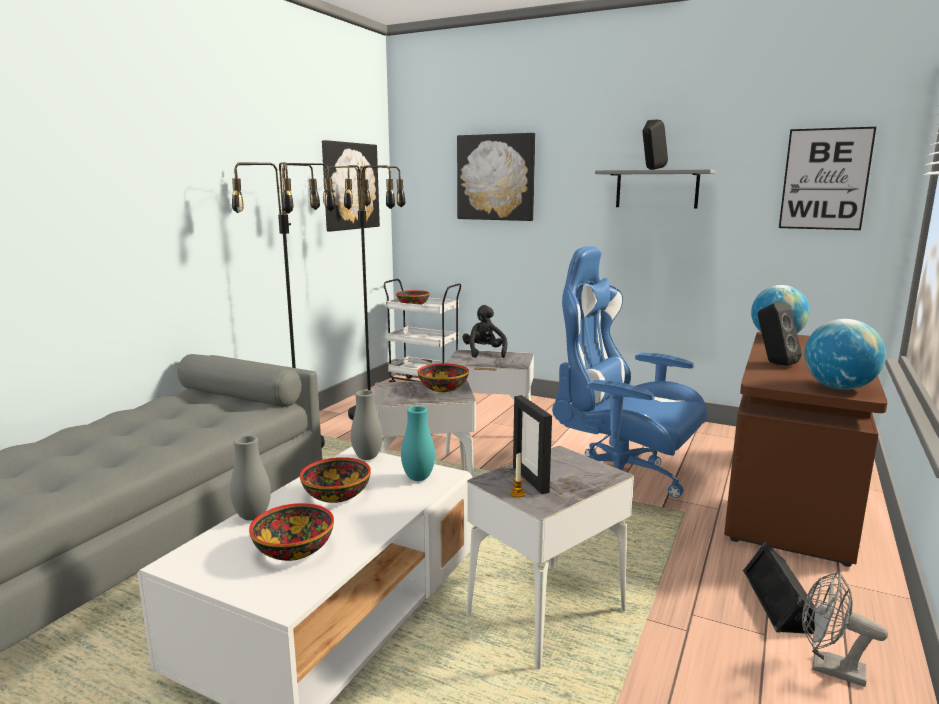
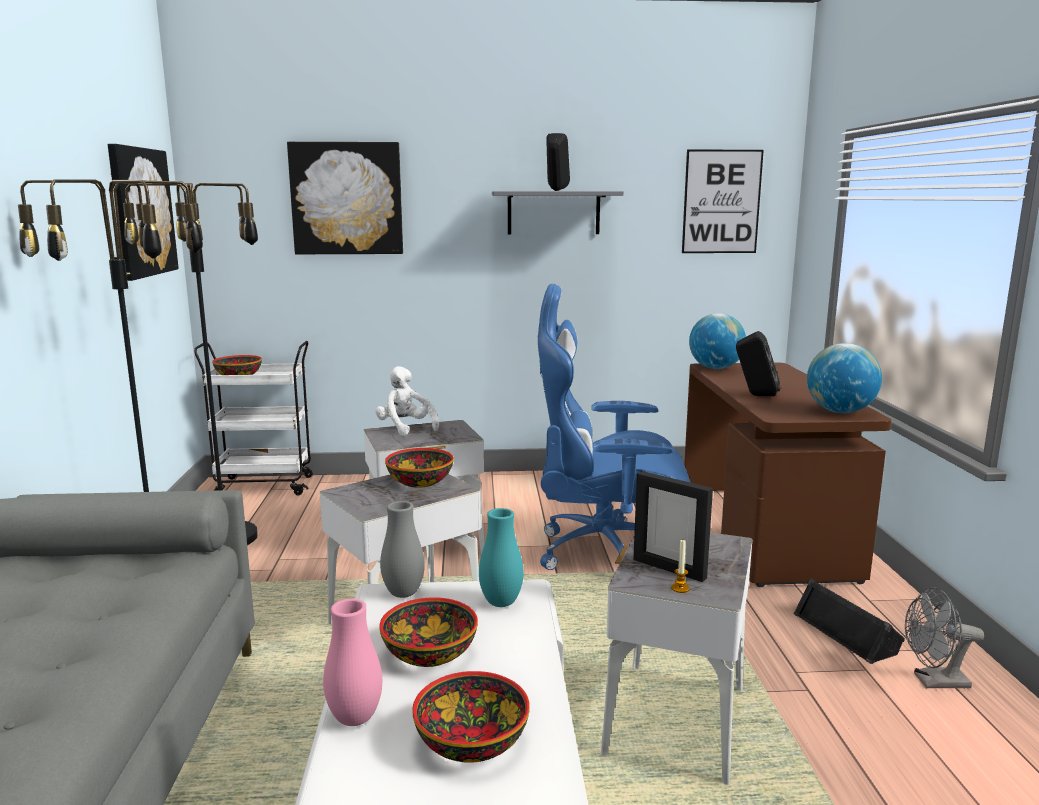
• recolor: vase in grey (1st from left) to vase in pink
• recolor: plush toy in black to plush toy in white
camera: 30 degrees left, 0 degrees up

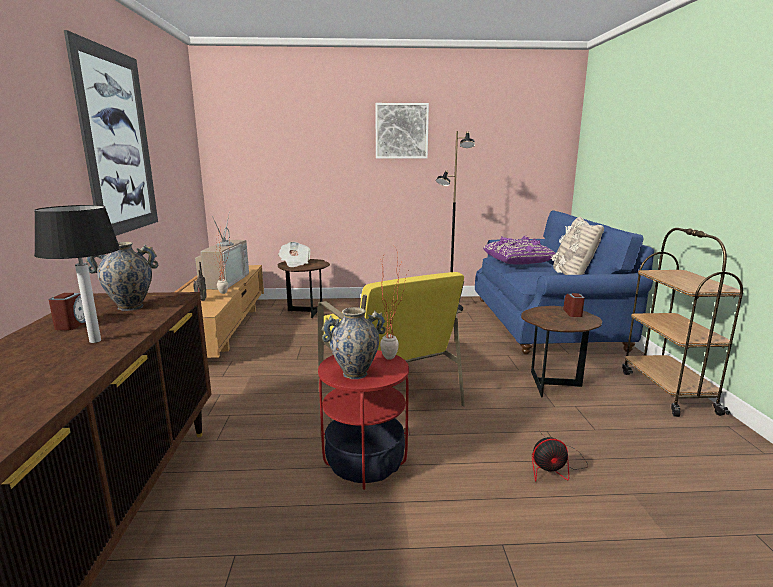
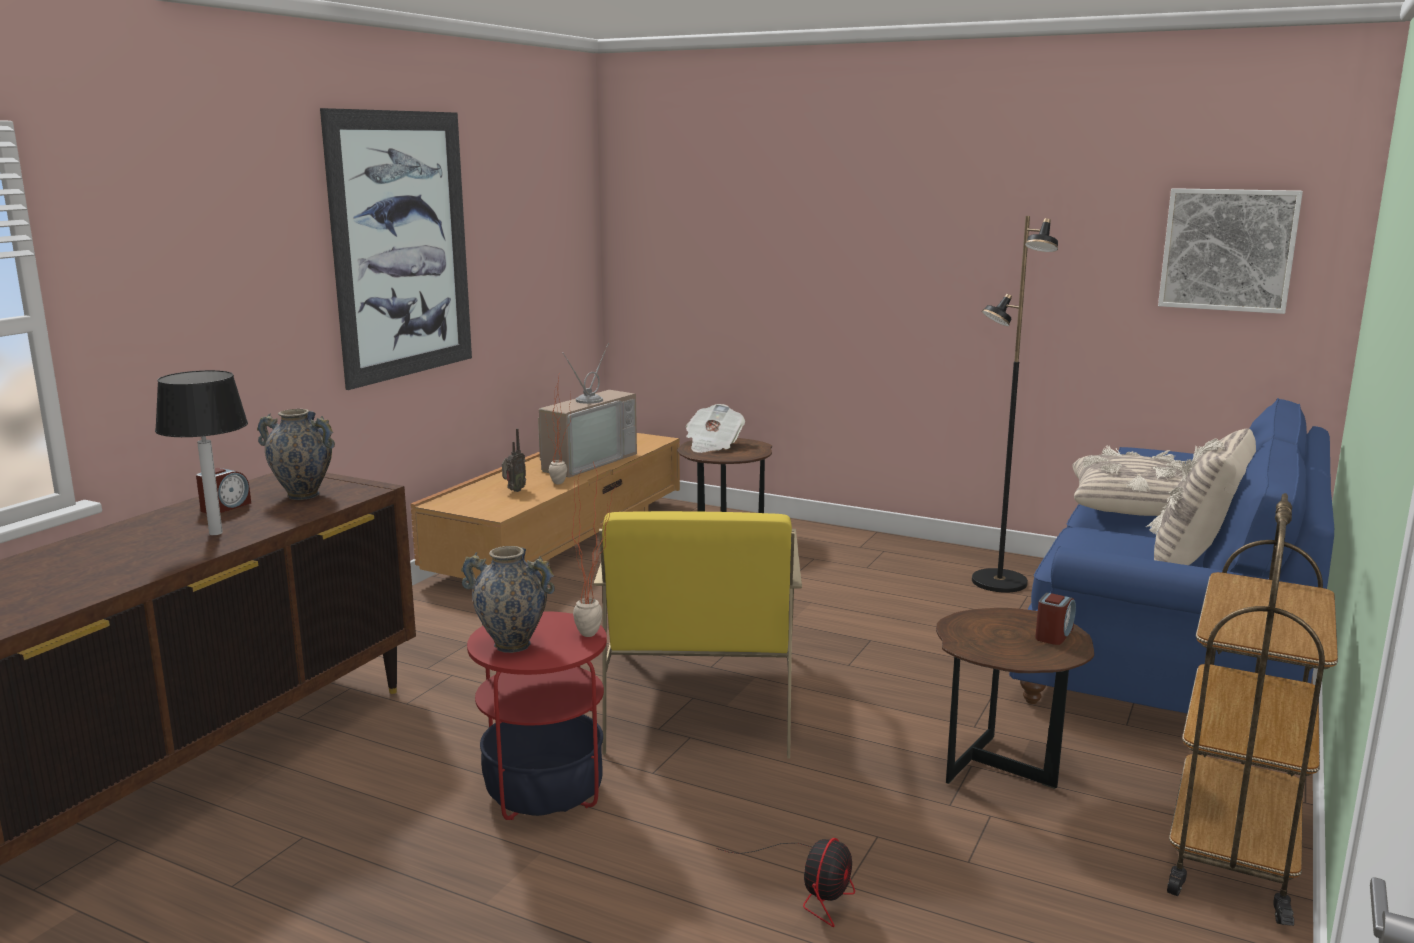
• rotate: fan 90 degrees counterclockwise
• recolor: pillow in purple to pillow in beige (1st from left)
• move: picture (2nd from left)
camera: 30 degrees right, 0 degrees up

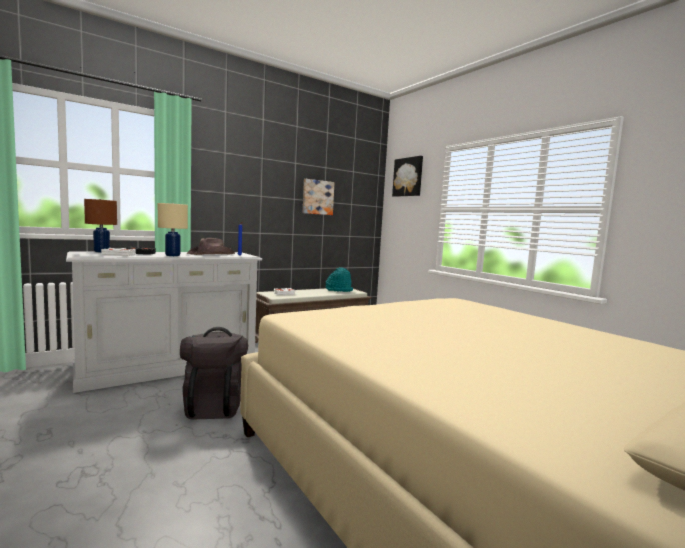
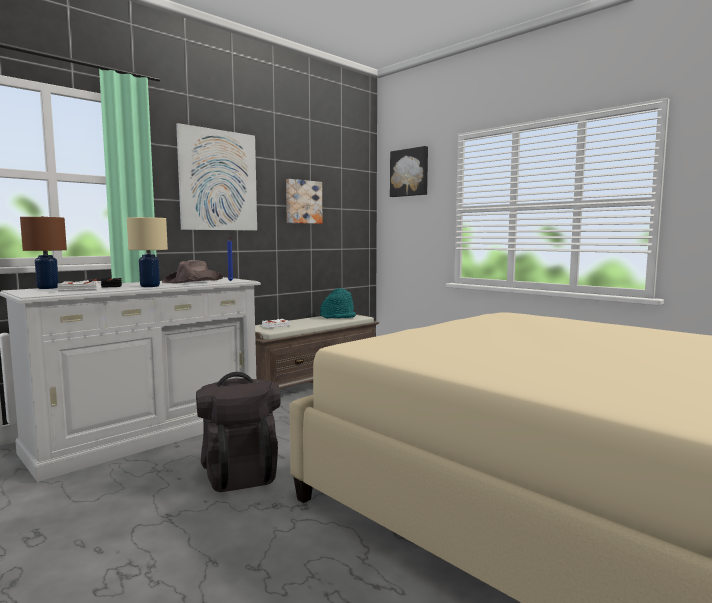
• insert: picture (1st from left)
camera: 10 degrees left, 0 degrees up

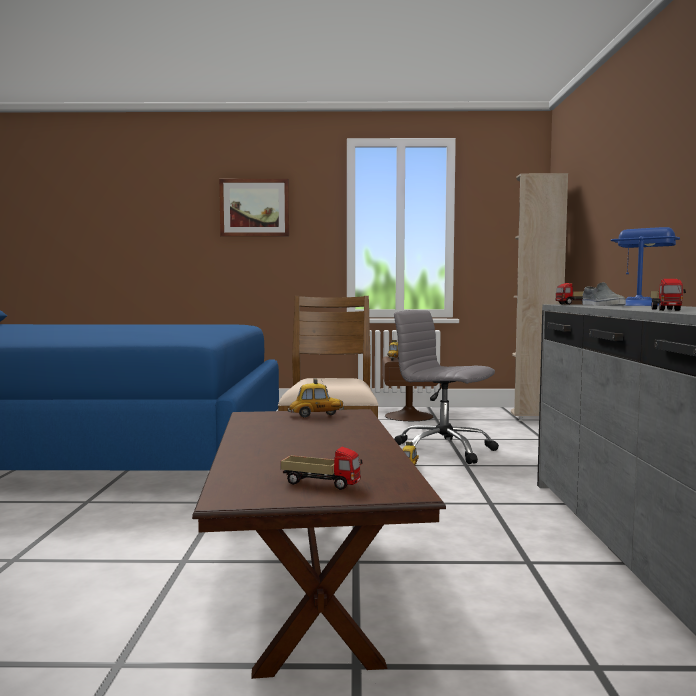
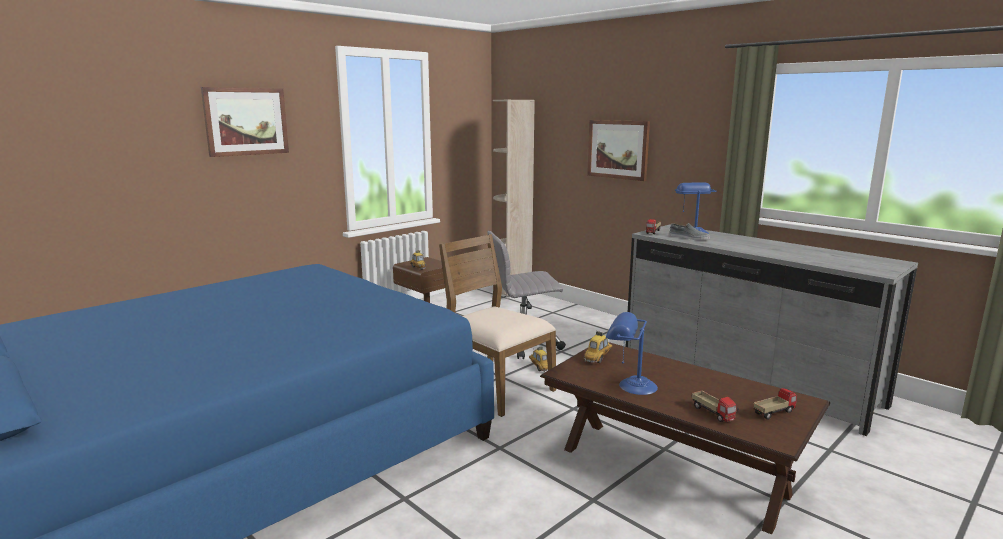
• insert: picture (2nd from left)
• insert: table lamp in blue (1st from left)
• move: toy truck (3rd from left in the first image) to toy truck (2nd from left)
camera: 45 degrees left, 10 degrees up

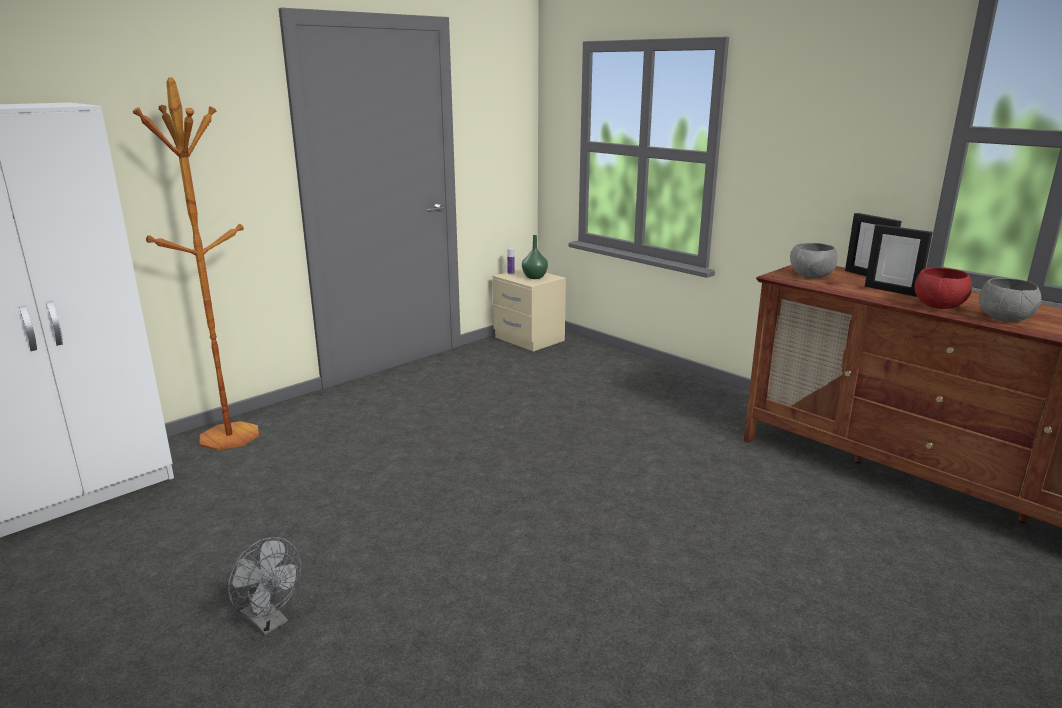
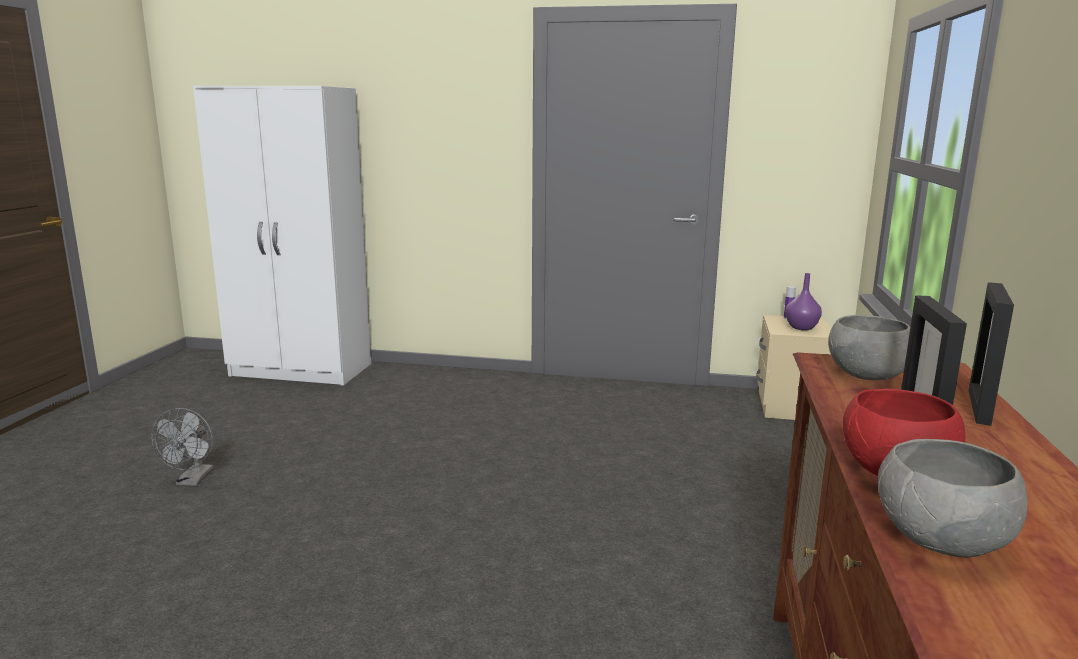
• recolor: vase in green to vase in purple
• delete: clothes rack in orange
camera: 55 degrees right, 5 degrees down

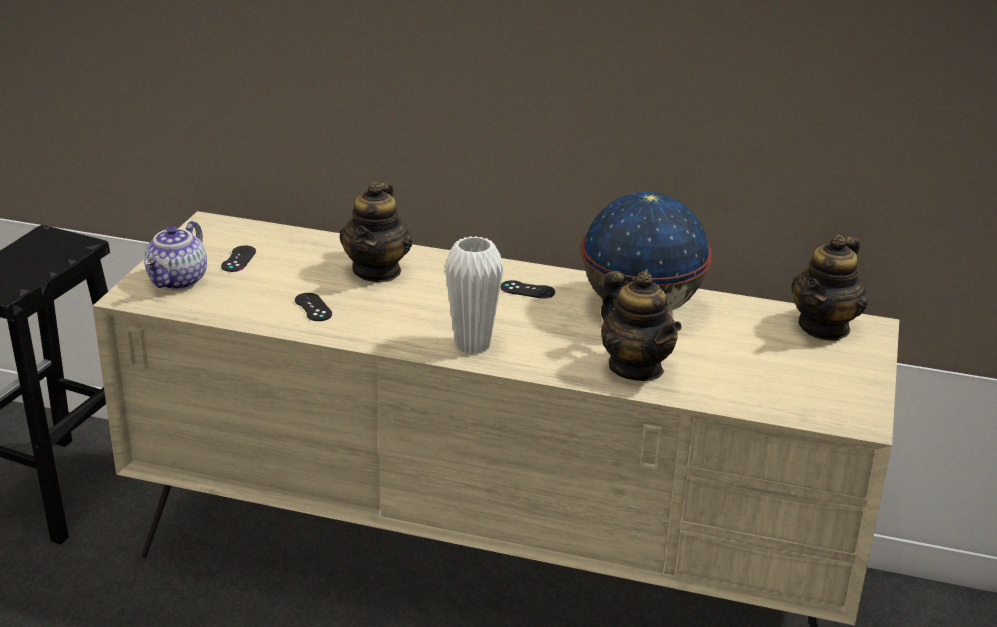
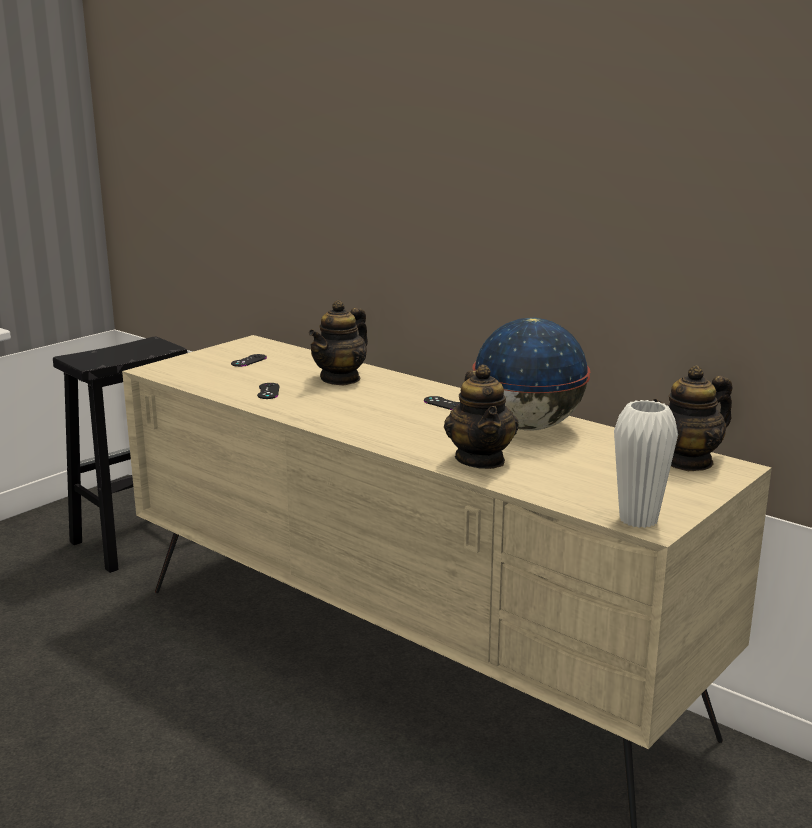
• move: vase in white
• delete: teapot (1st from left)
camera: 25 degrees right, 10 degrees down

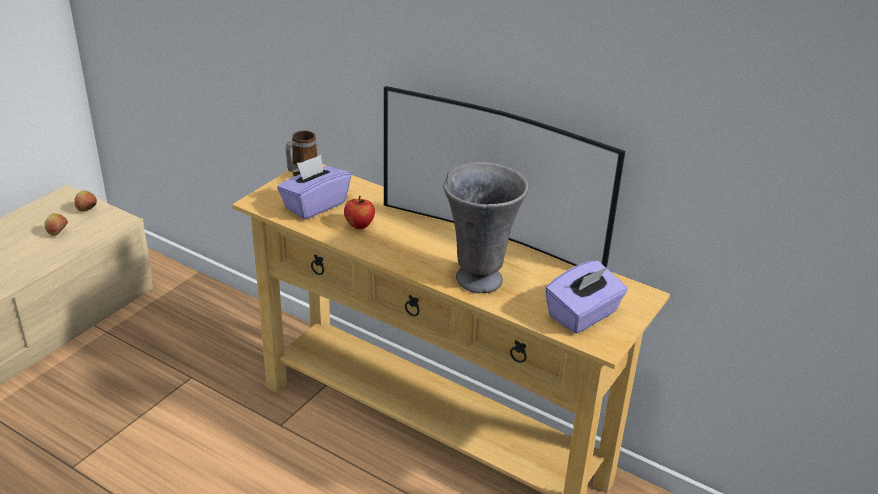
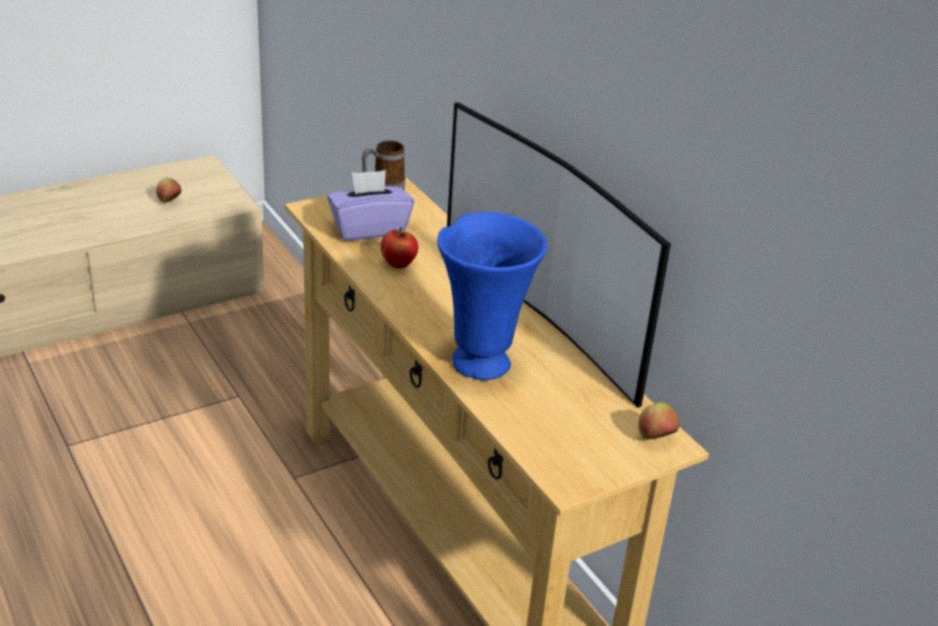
• recolor: vase in grey to vase in blue
• move: apple (2nd from left in the first image) to apple (3rd from left)
• delete: tissue box in purple (2nd from left)
camera: 25 degrees right, 0 degrees up

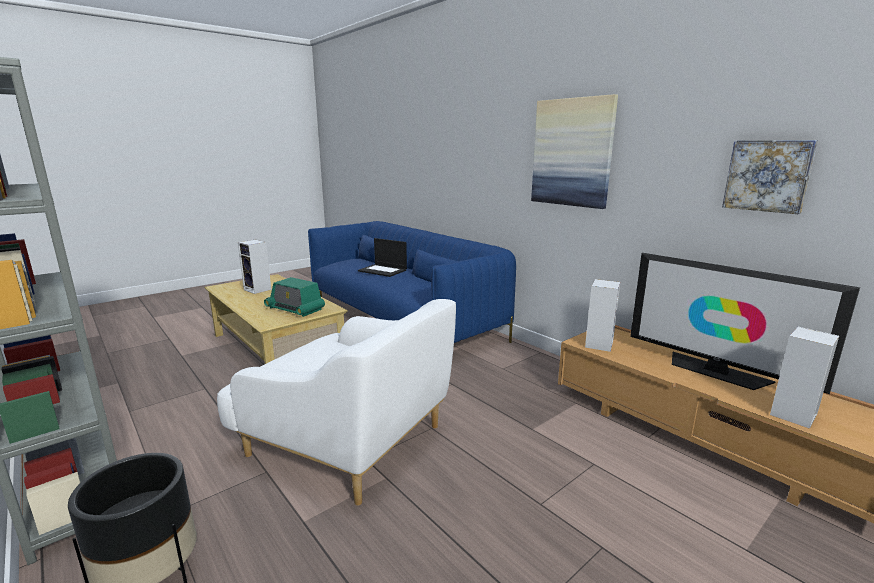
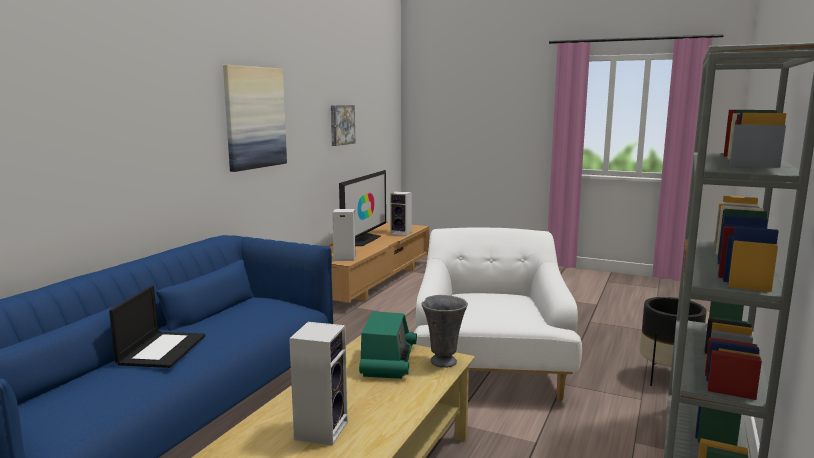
• insert: vase in grey
camera: 115 degrees left, 5 degrees down

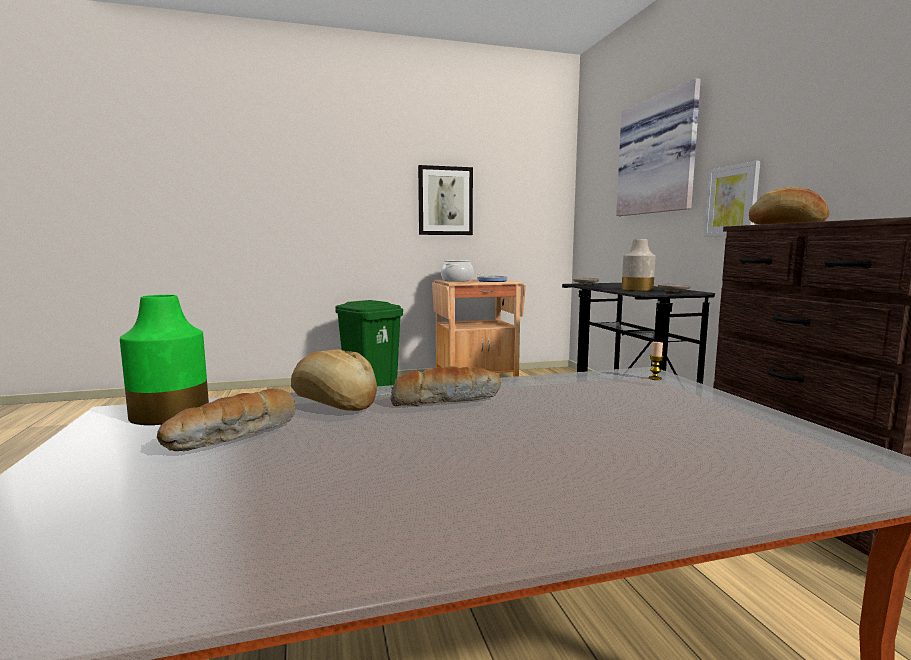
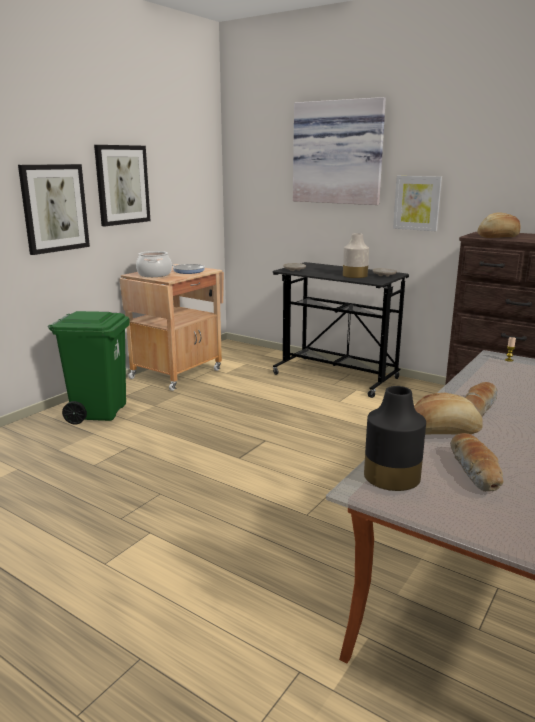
• insert: picture (1st from left)
• recolor: vase in green to vase in black
camera: 40 degrees left, 10 degrees up

